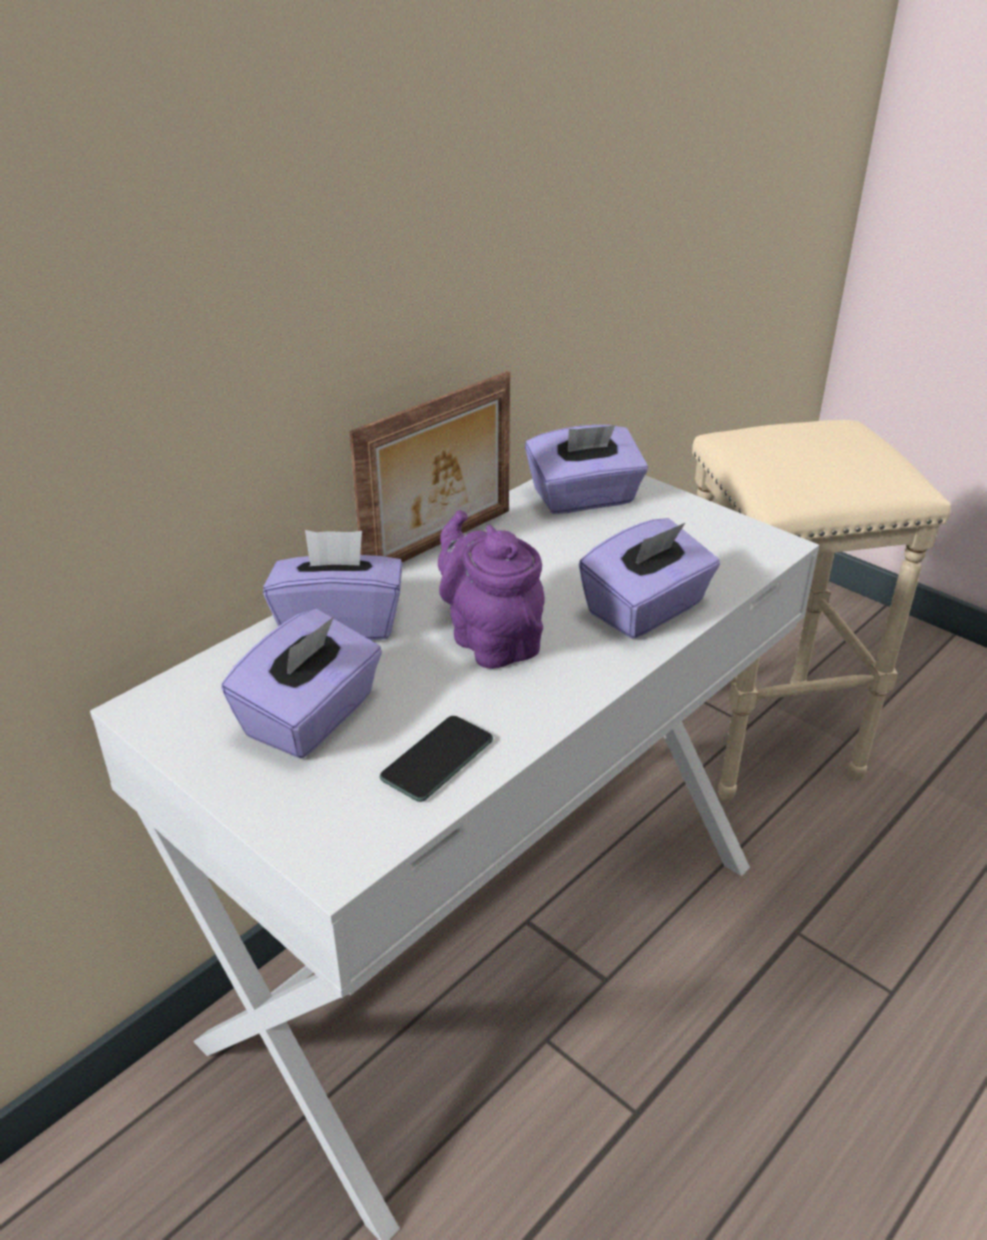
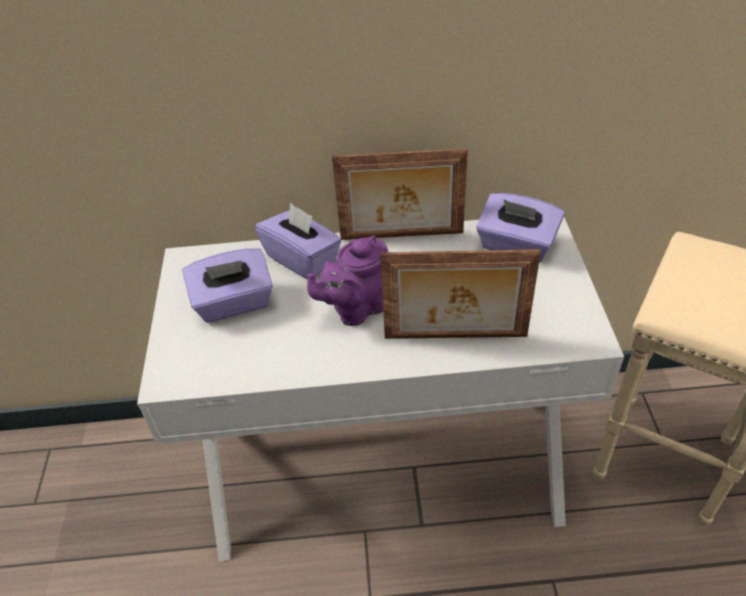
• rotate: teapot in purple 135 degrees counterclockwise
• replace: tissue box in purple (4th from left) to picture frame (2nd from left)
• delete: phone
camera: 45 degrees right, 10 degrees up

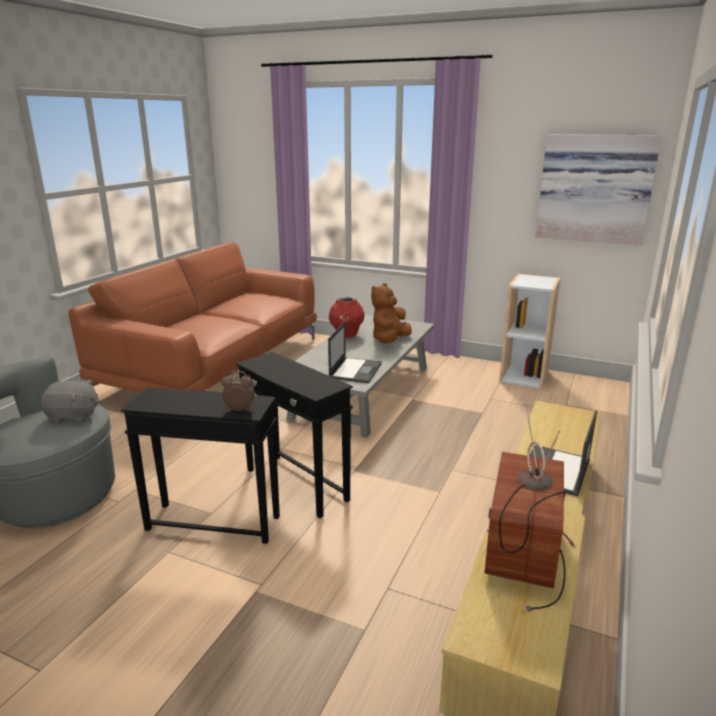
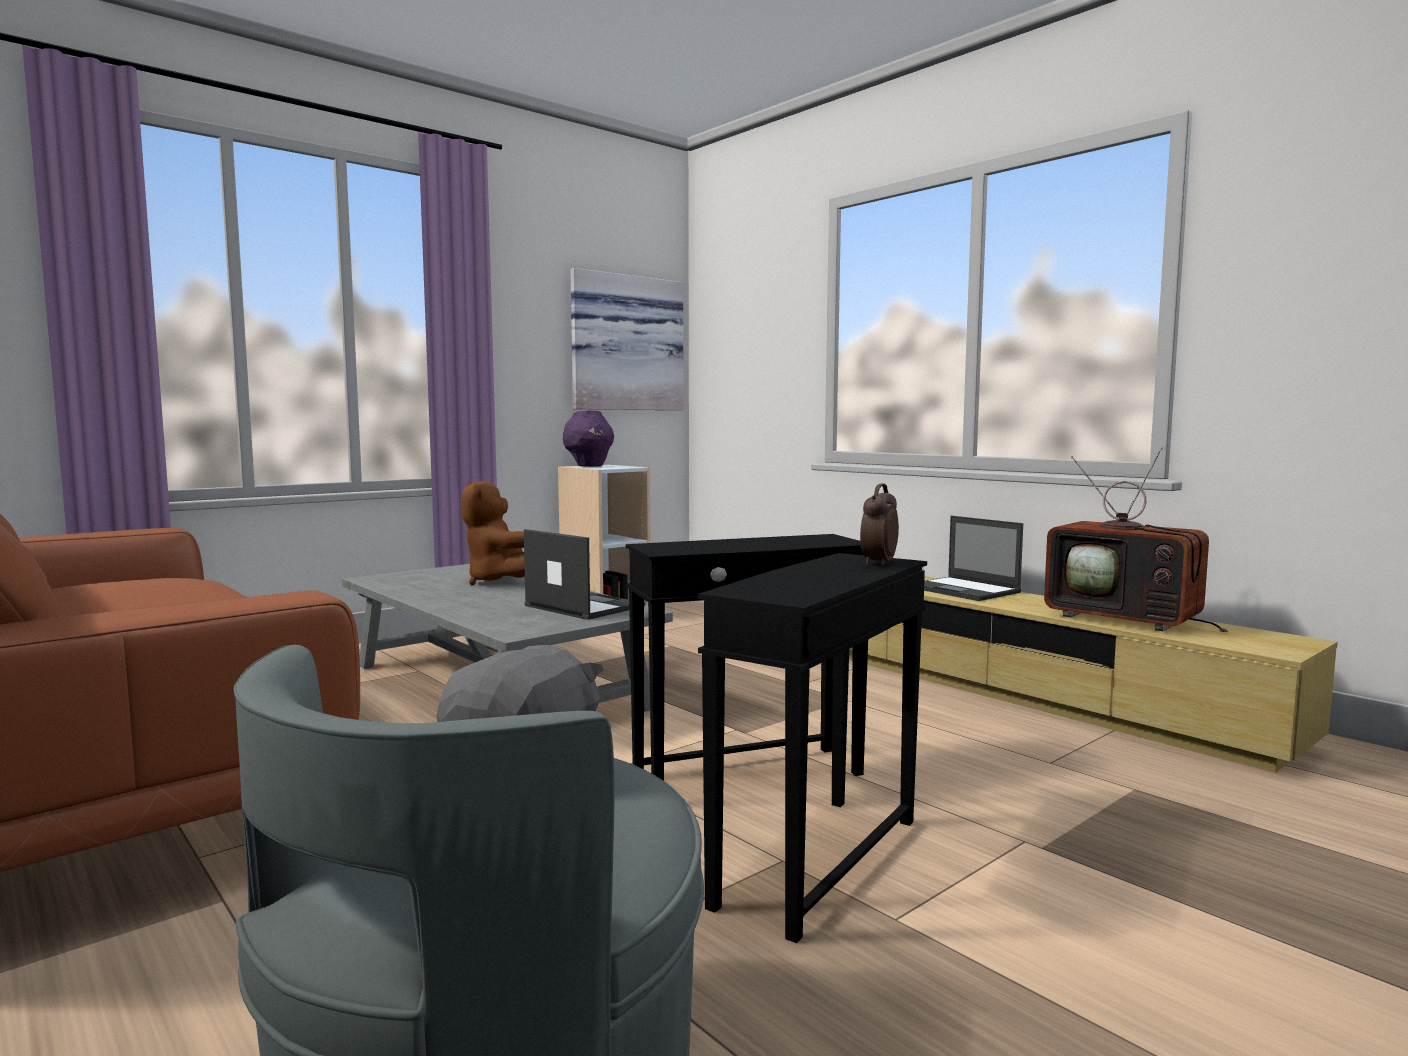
• insert: vase in purple
• delete: vase in red
camera: 65 degrees left, 15 degrees down

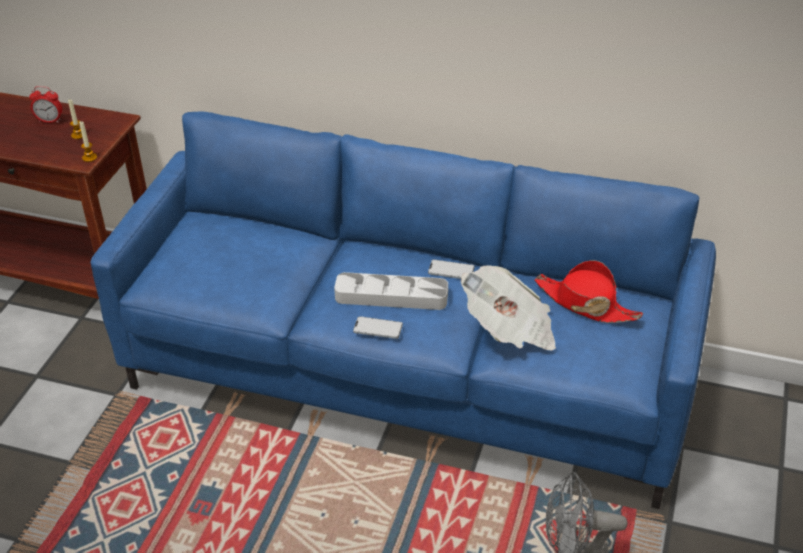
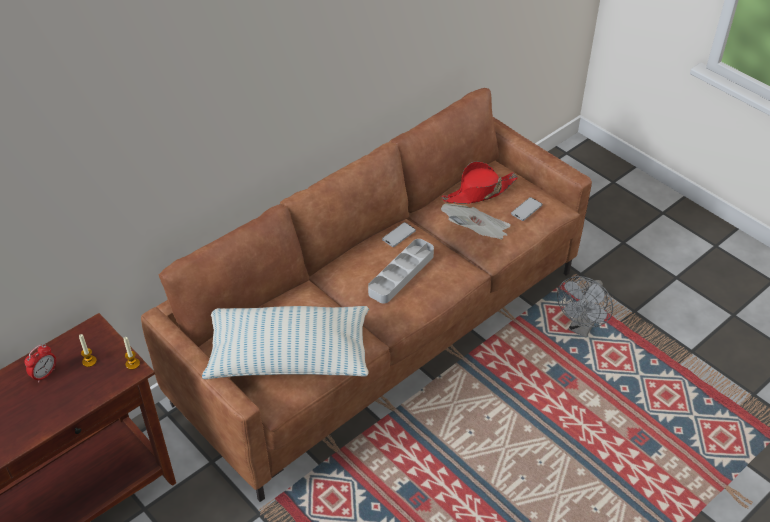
• recolor: sofa in blue to sofa in brown
• insert: pillow
• move: phone (1st from left in the first image) to phone (2nd from left)
camera: 60 degrees left, 5 degrees up

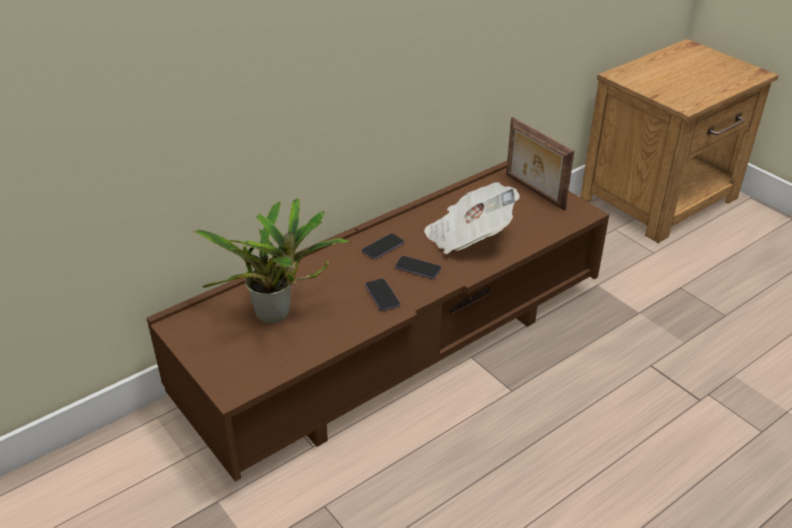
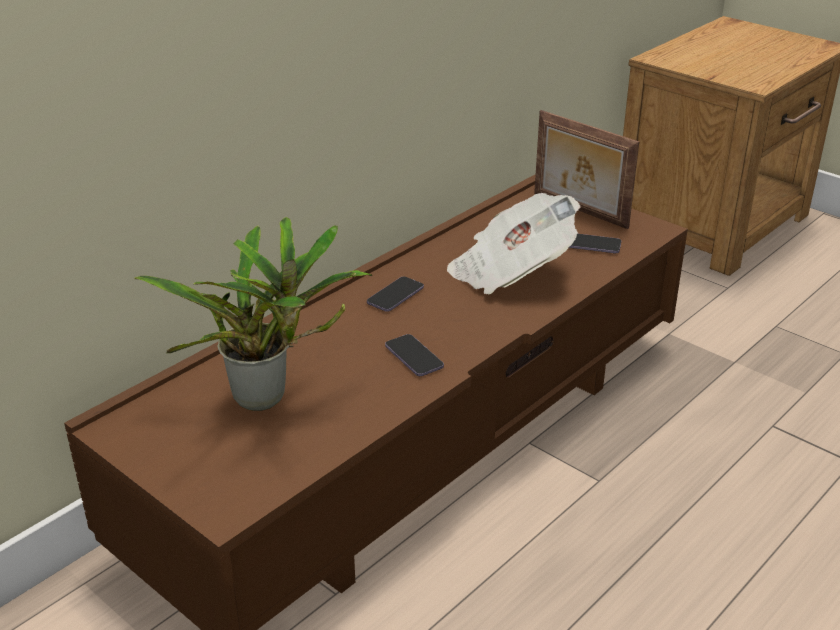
• move: phone (3rd from left)
camera: 10 degrees left, 5 degrees down

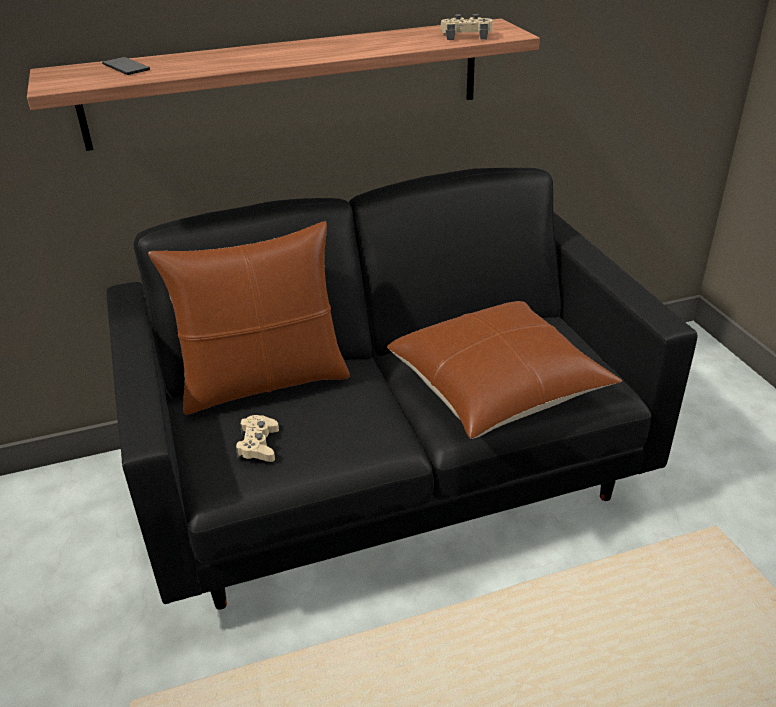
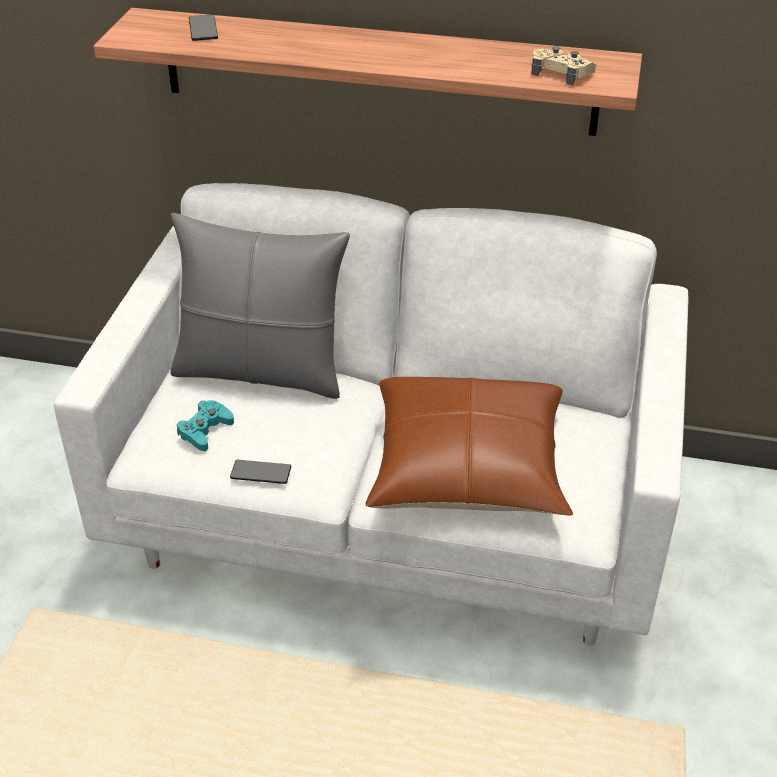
• recolor: sofa in black to sofa in white
• recolor: pillow in brown (1st from left) to pillow in grey
• recolor: game controller in beige (1st from left) to game controller in turquoise
• insert: phone (2nd from left)
camera: 30 degrees right, 5 degrees up

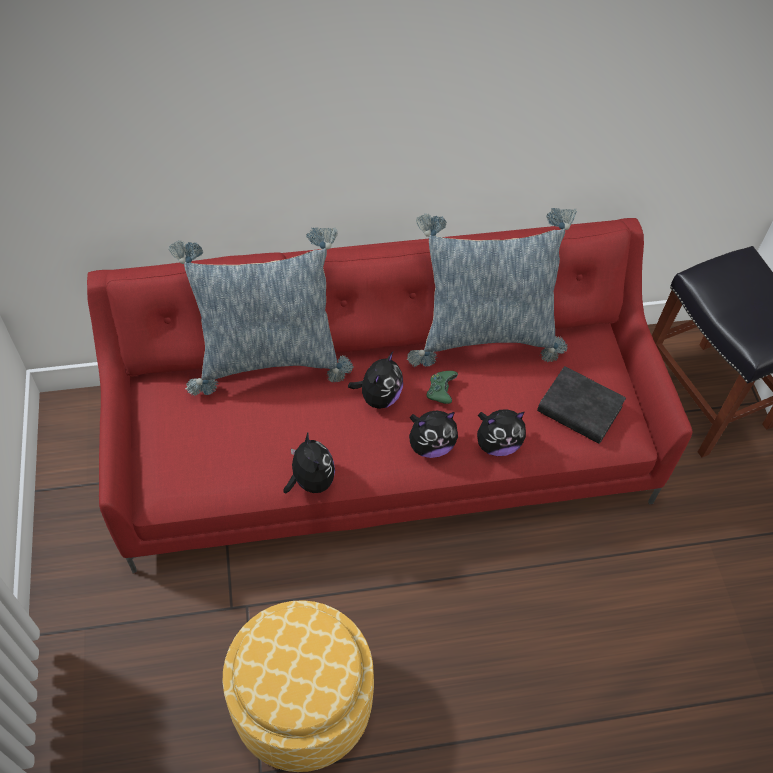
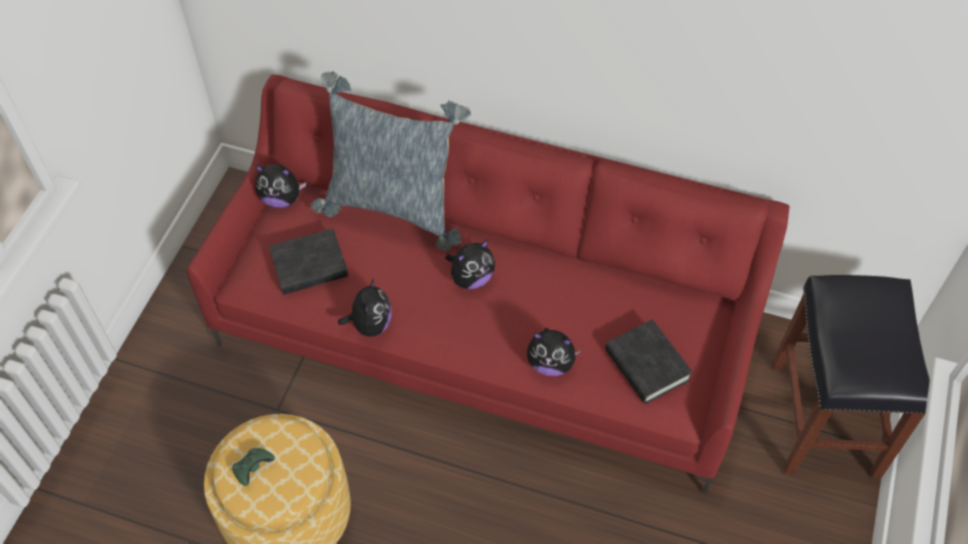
• move: game controller in green
• move: plush toy (3rd from left in the first image) to plush toy (1st from left)
• insert: book in black (1st from left)
• delete: pillow (2nd from left)
camera: 30 degrees right, 0 degrees up

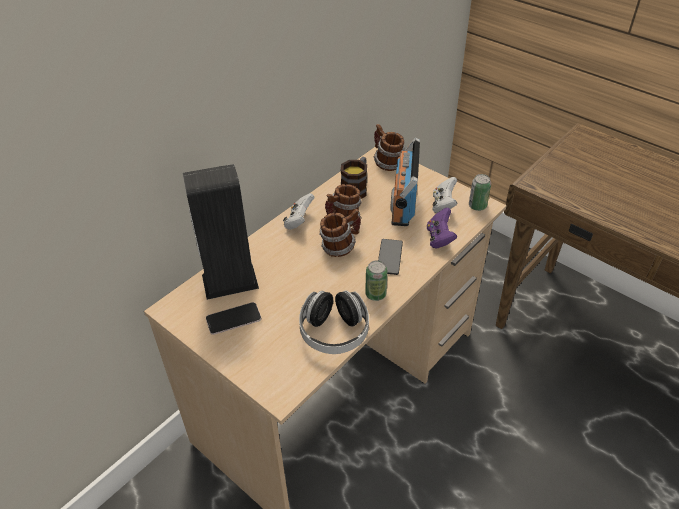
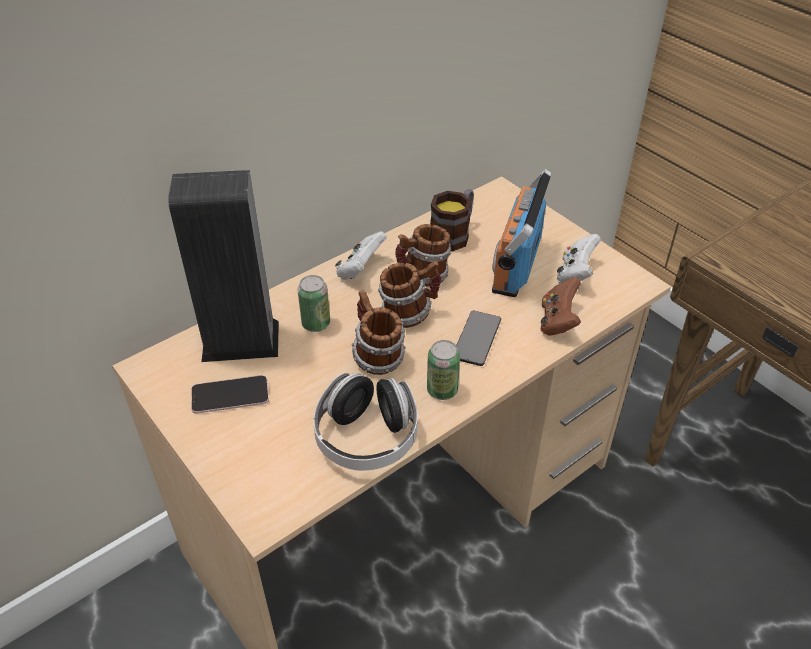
• move: can (2nd from left in the first image) to can (1st from left)
• move: mug (4th from left in the first image) to mug (1st from left)
• recolor: game controller in purple to game controller in brown
camera: 10 degrees right, 0 degrees up

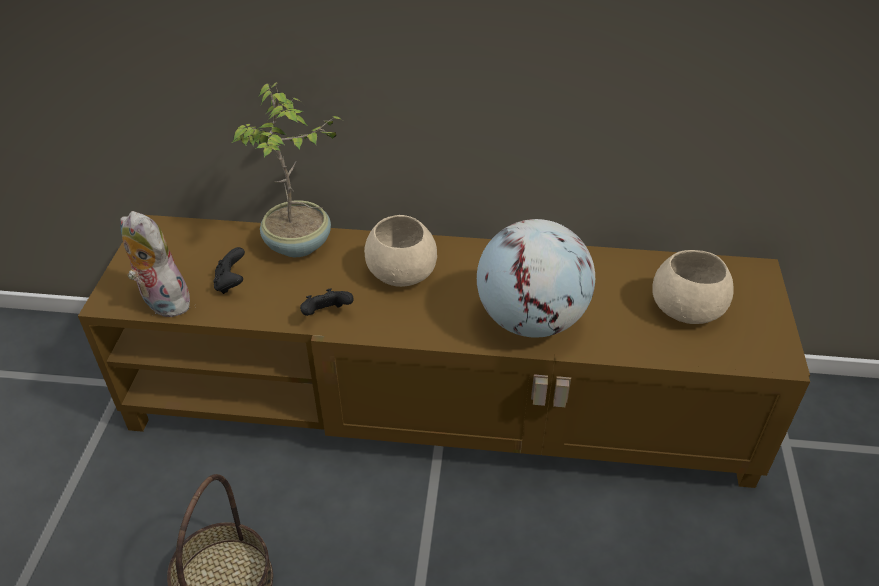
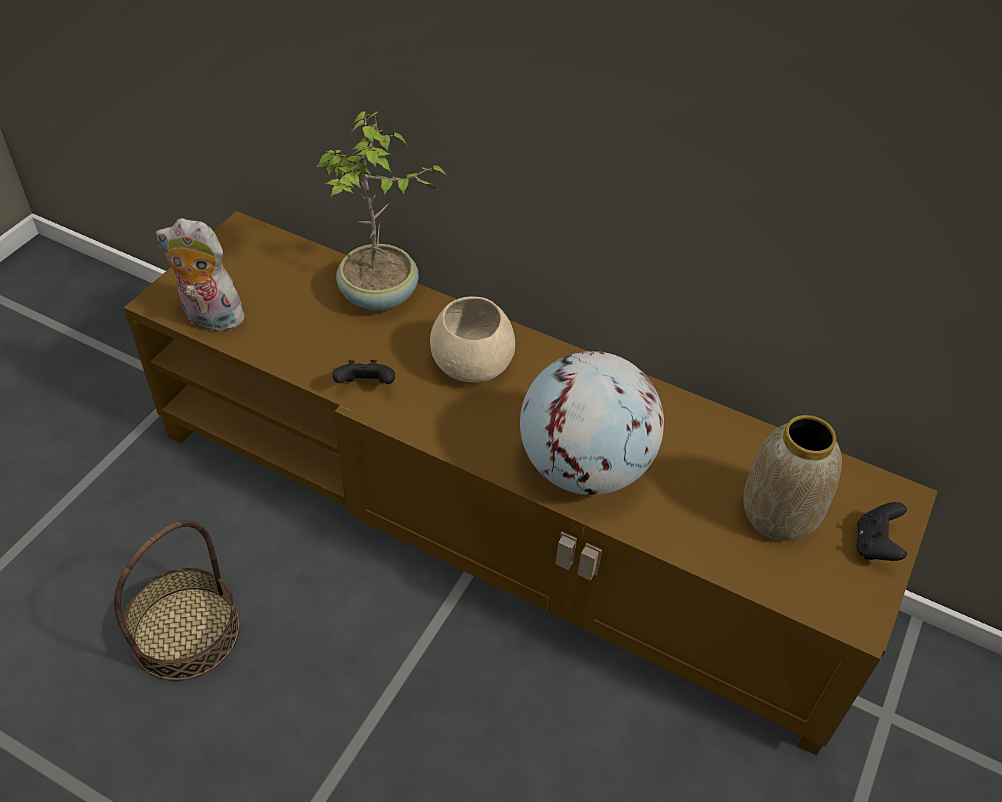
• rotate: plush toy 45 degrees counterclockwise
• replace: bowl in beige (2nd from left) to vase
• move: game controller in black (1st from left in the first image) to game controller in black (2nd from left)
camera: 20 degrees right, 5 degrees up

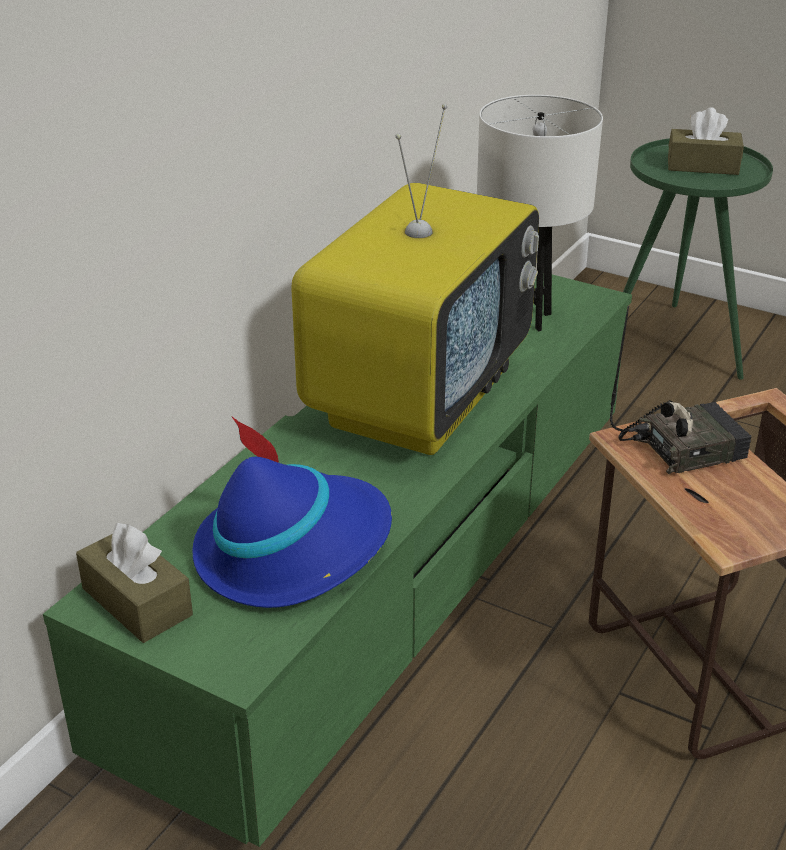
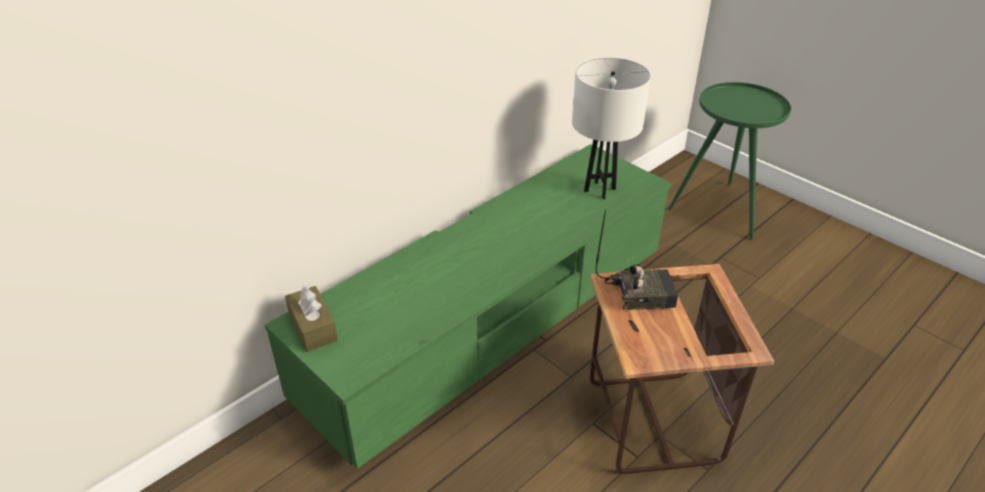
• delete: hat in blue
• delete: television
• delete: tissue box in brown (2nd from left)
camera: 15 degrees right, 5 degrees up

